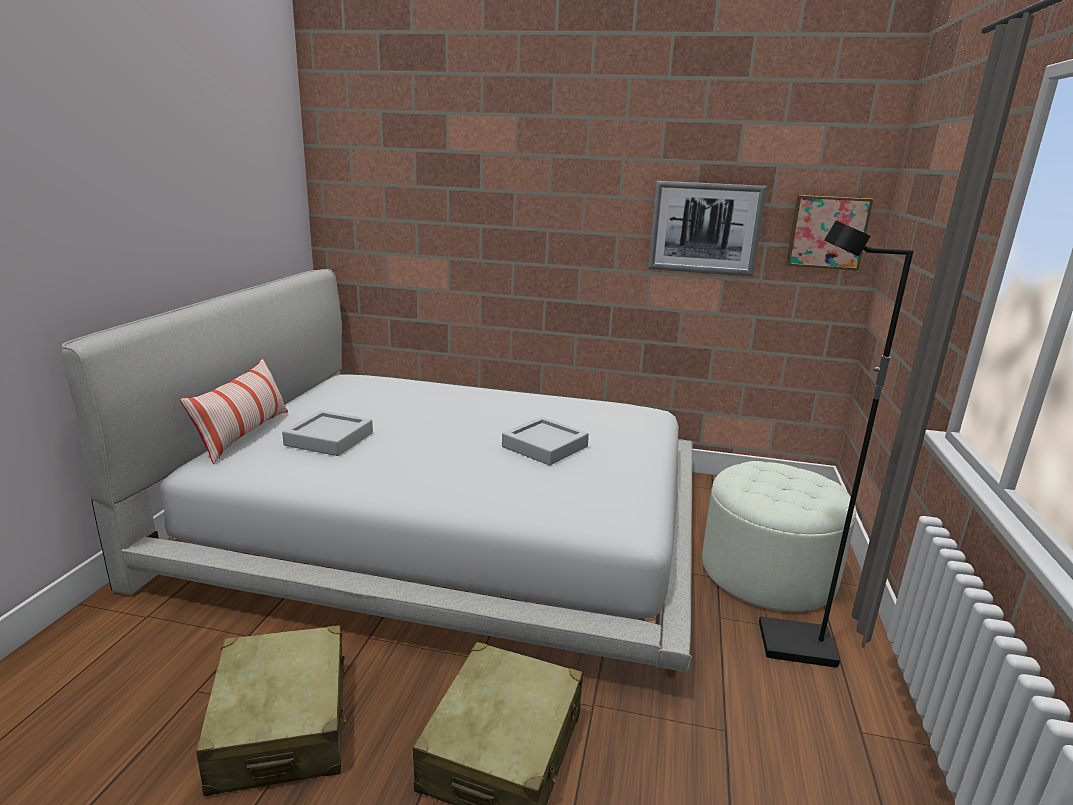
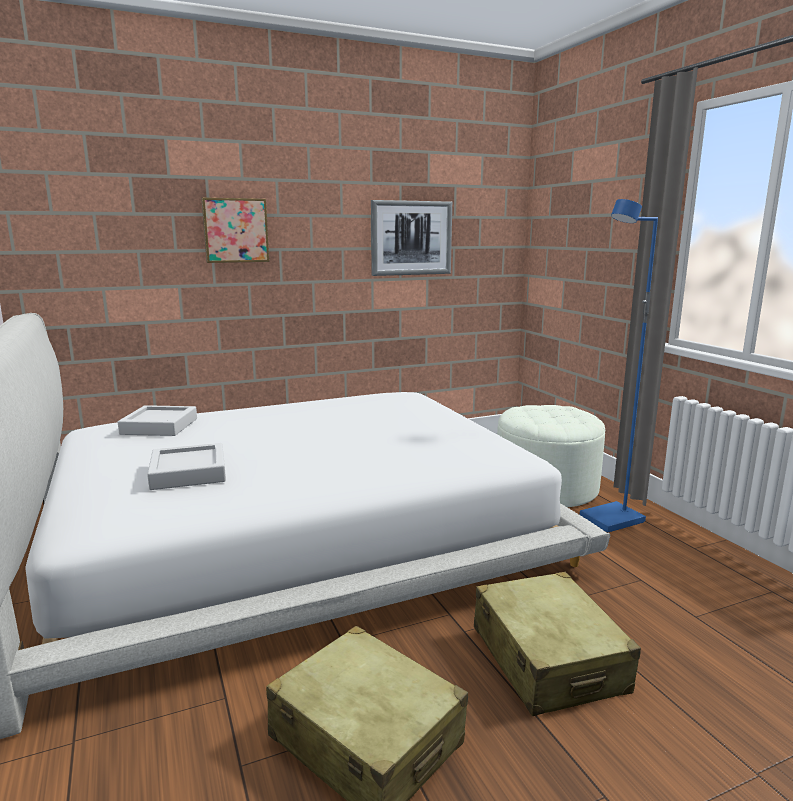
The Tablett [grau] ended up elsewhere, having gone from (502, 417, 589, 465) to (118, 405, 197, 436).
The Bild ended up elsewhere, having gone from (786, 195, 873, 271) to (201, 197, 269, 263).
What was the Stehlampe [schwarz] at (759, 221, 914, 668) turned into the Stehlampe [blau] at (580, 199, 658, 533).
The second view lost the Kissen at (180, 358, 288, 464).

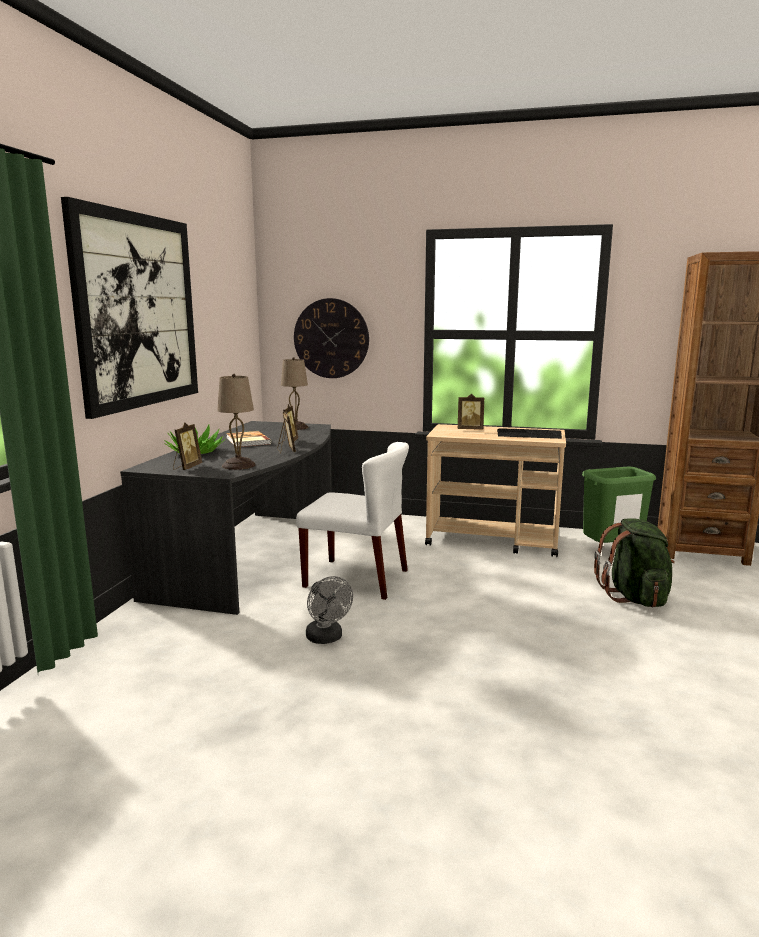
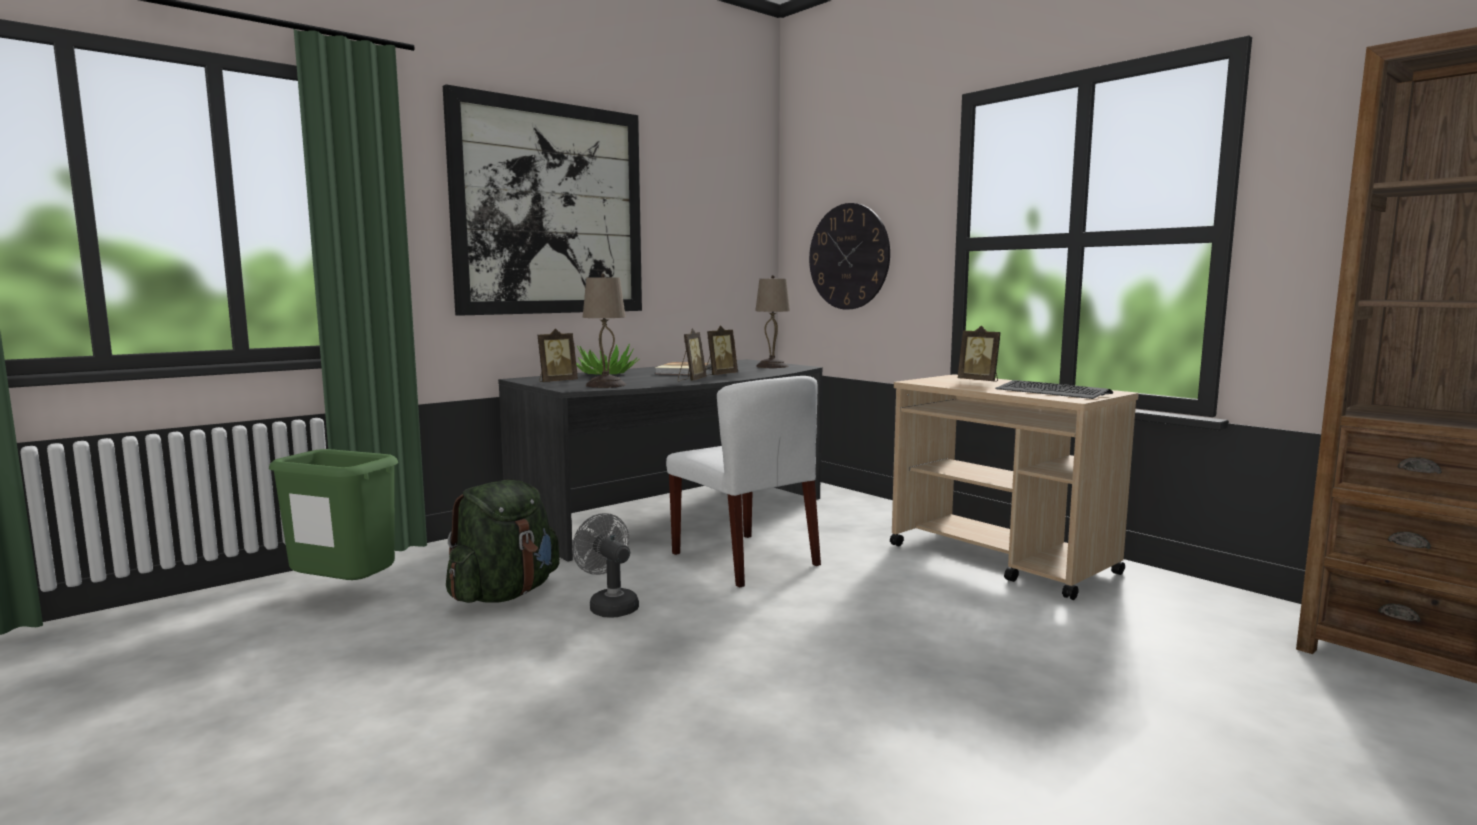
The Mülleimer [grün] ended up elsewhere, having gone from (582, 467, 656, 543) to (269, 449, 398, 580).
The Rucksack [grün] ended up elsewhere, having gone from (594, 518, 675, 607) to (446, 480, 560, 603).
The Ventilator [grau] at (306, 576, 353, 644) ended up facing another way, 135 degrees clockwise from before.

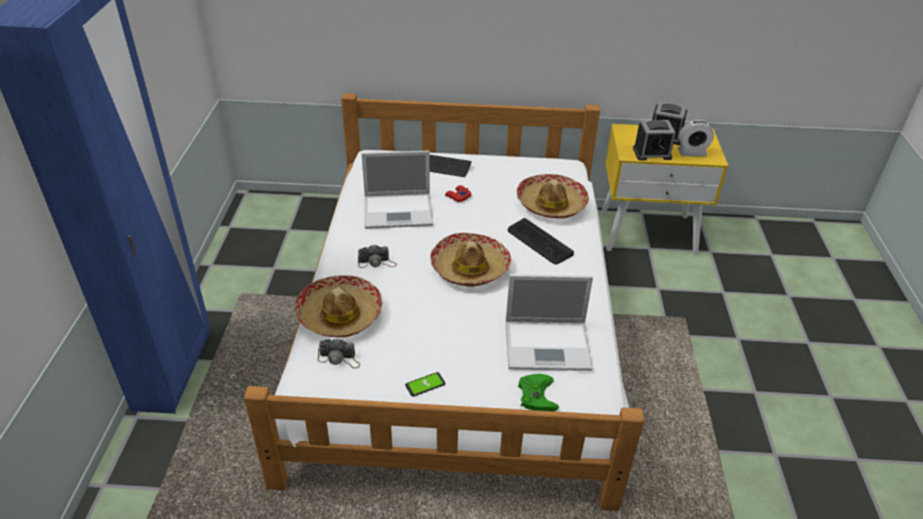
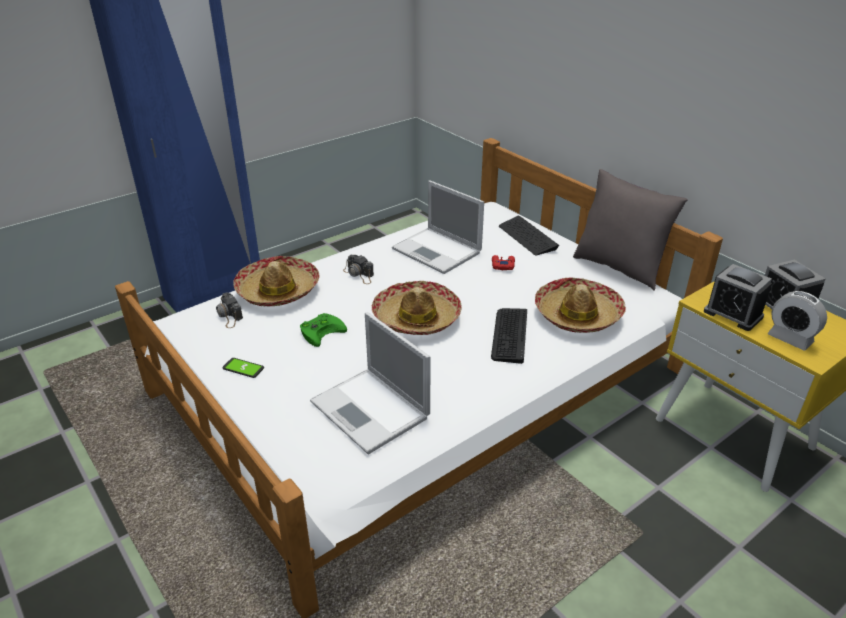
The Gamepad [grün] ended up elsewhere, having gone from (518, 374, 559, 411) to (300, 313, 347, 347).
The second view gained the Kissen [grau] at (573, 169, 688, 291).

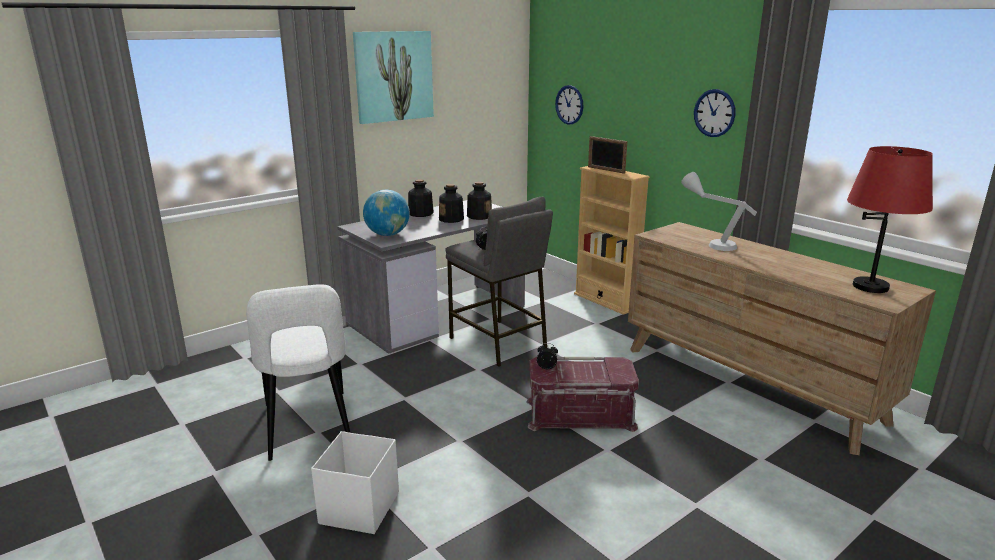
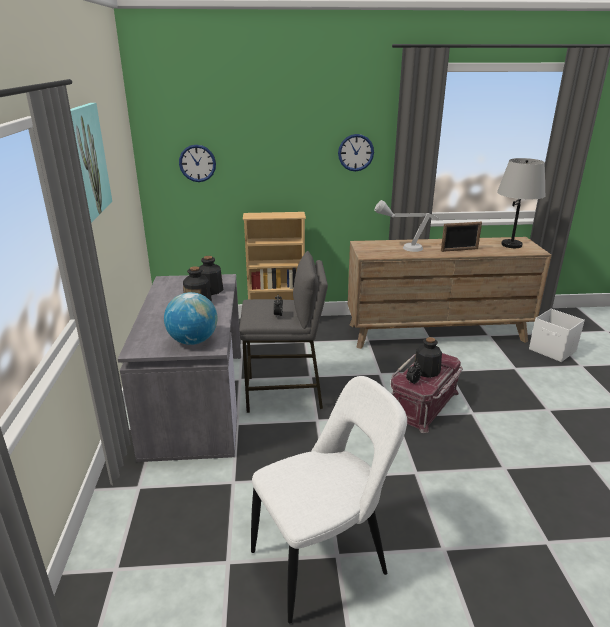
The Stuhl [weiß] at (246, 284, 350, 461) ended up facing another way, 45 degrees counterclockwise from before.
The Flasche ended up elsewhere, having gone from (408, 179, 434, 217) to (414, 337, 442, 378).
The Bilderrahmen ended up elsewhere, having gone from (588, 136, 627, 173) to (441, 222, 482, 252).
What was the Tischlampe [rot] at (847, 146, 933, 293) turned into the Tischlampe [grau] at (497, 158, 545, 248).
The Aufbewahrungsbox [weiß] ended up elsewhere, having gone from (311, 431, 399, 534) to (529, 309, 585, 362).

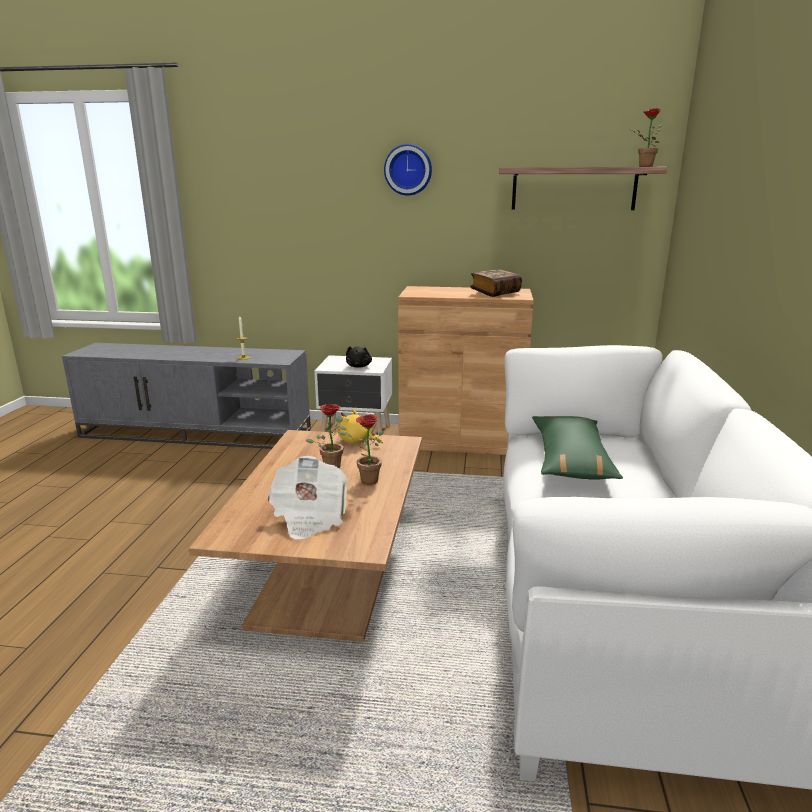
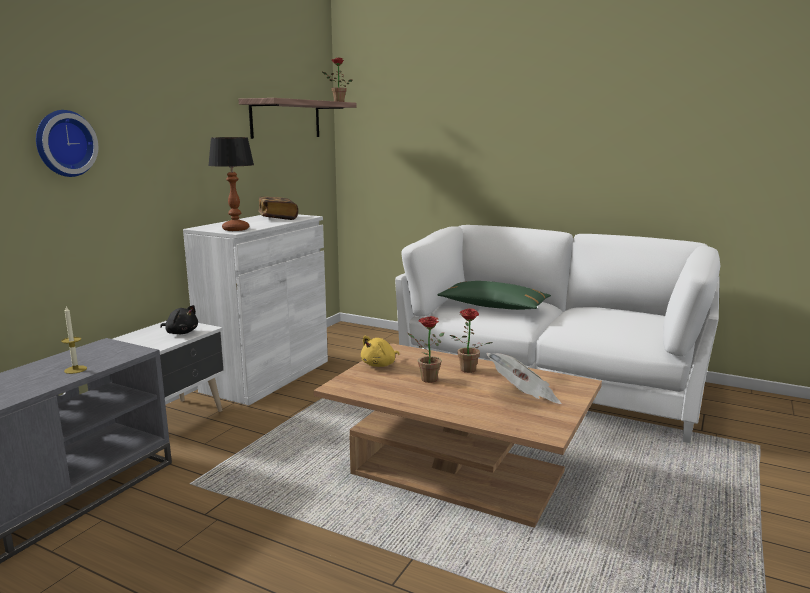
The Wanduhr ended up elsewhere, having gone from (384, 144, 432, 196) to (36, 110, 98, 177).
What was the Schrank [braun] at (398, 286, 534, 455) turned into the Schrank [weiß] at (183, 214, 328, 406).
The second view gained the Tischlampe at (208, 137, 254, 231).

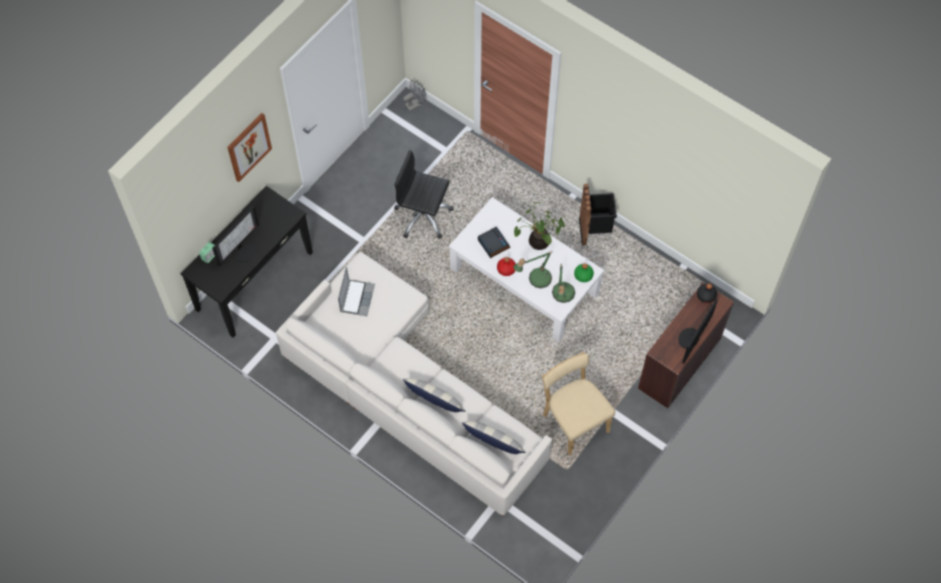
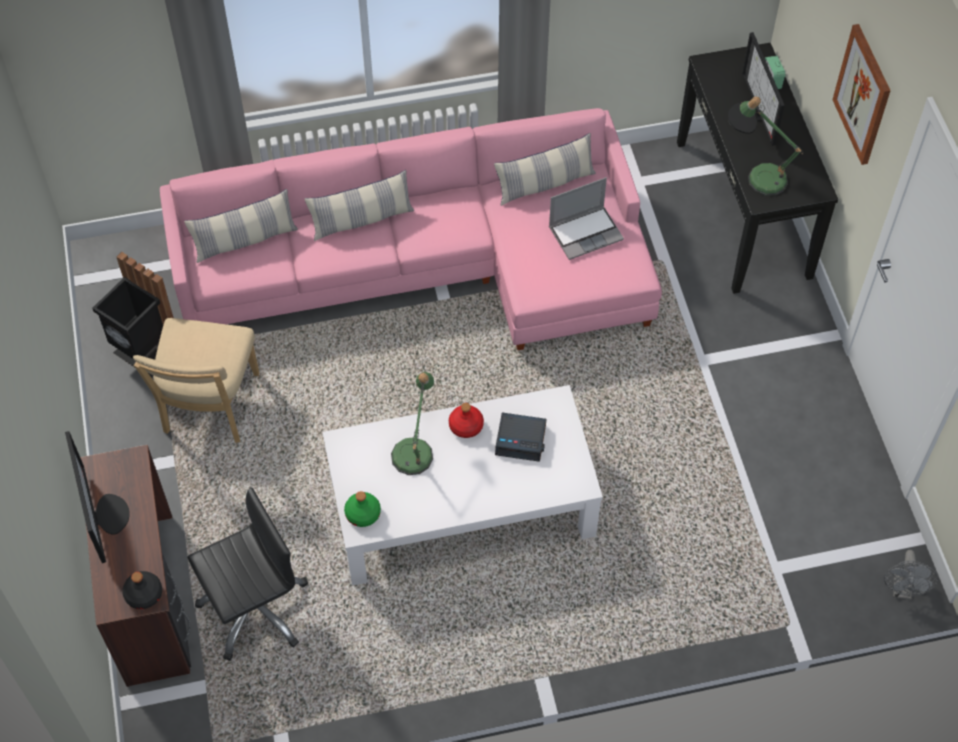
The Mülleimer [schwarz] ended up elsewhere, having gone from (579, 184, 617, 245) to (92, 252, 174, 378).
The Stuhl [beige] at (542, 352, 615, 455) ended up facing another way, 90 degrees clockwise from before.
What was the Sofa [weiß] at (276, 252, 552, 516) turned into the Sofa [rosa] at (160, 108, 662, 350).
The Bürostuhl [schwarz] ended up elsewhere, having gone from (394, 150, 453, 239) to (187, 487, 308, 661).
The second view gained the Kissen at (494, 133, 596, 206).
The Laptop at (338, 267, 375, 316) ended up facing another way, 75 degrees counterclockwise from before.
The Tischlampe ended up elsewhere, having gone from (552, 263, 575, 303) to (740, 96, 803, 196).
The second view lost the Topfpflanze at (514, 202, 565, 250).

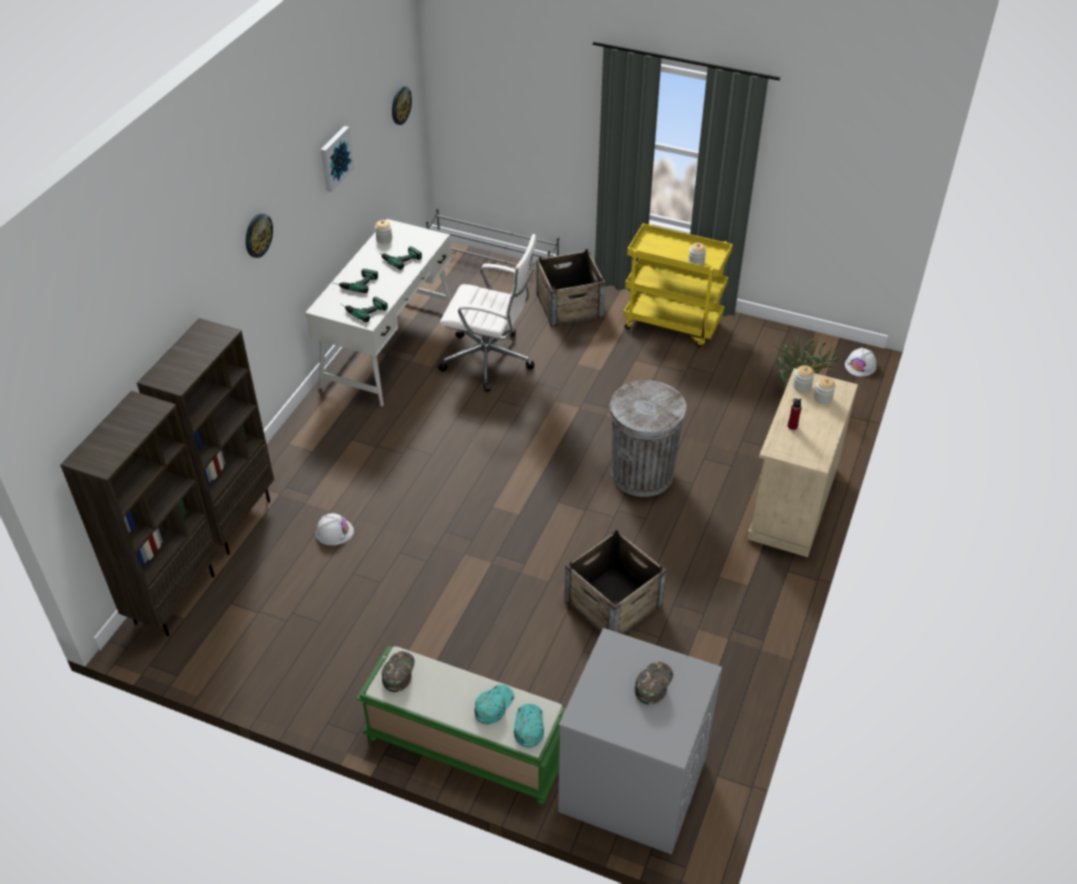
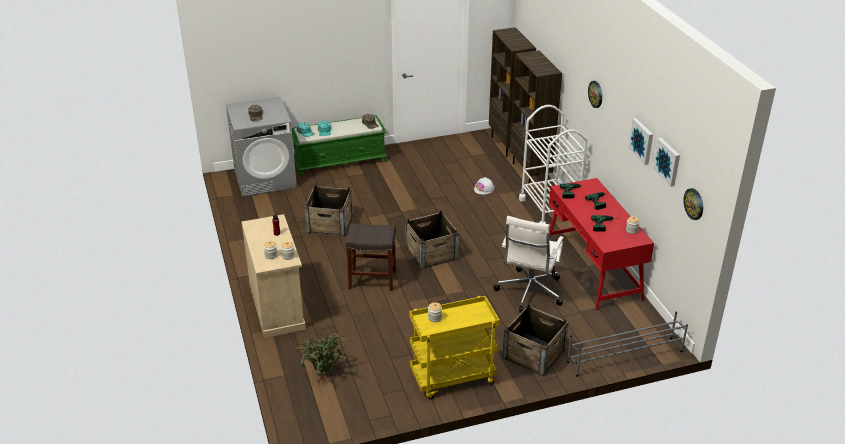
Where the Mülleimer [grau] stood at (609, 380, 687, 497), the Hocker [grau] came to stand at (345, 223, 396, 291).
The second view gained the Kiste at (405, 211, 459, 269).
The Bürostuhl [weiß] at (438, 234, 537, 392) ended up facing another way, 45 degrees counterclockwise from before.
The second view gained the Rollwagen [weiß] at (519, 105, 587, 224).
What was the Schreibtisch [weiß] at (305, 219, 452, 406) turned into the Schreibtisch [rot] at (549, 178, 654, 311).
The second view gained the Bild at (653, 138, 680, 187).
The second view lost the Schutzhelm [weiß] at (845, 347, 877, 377).

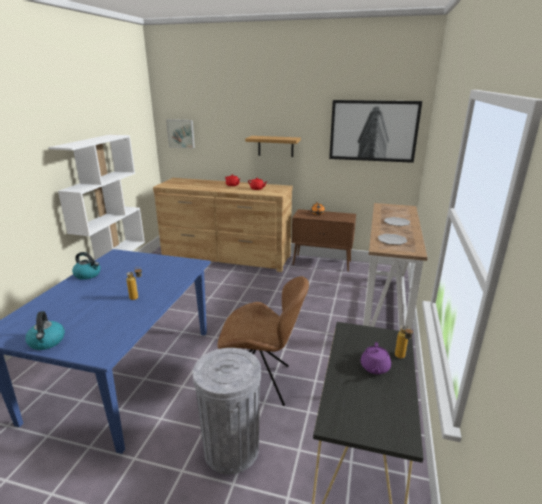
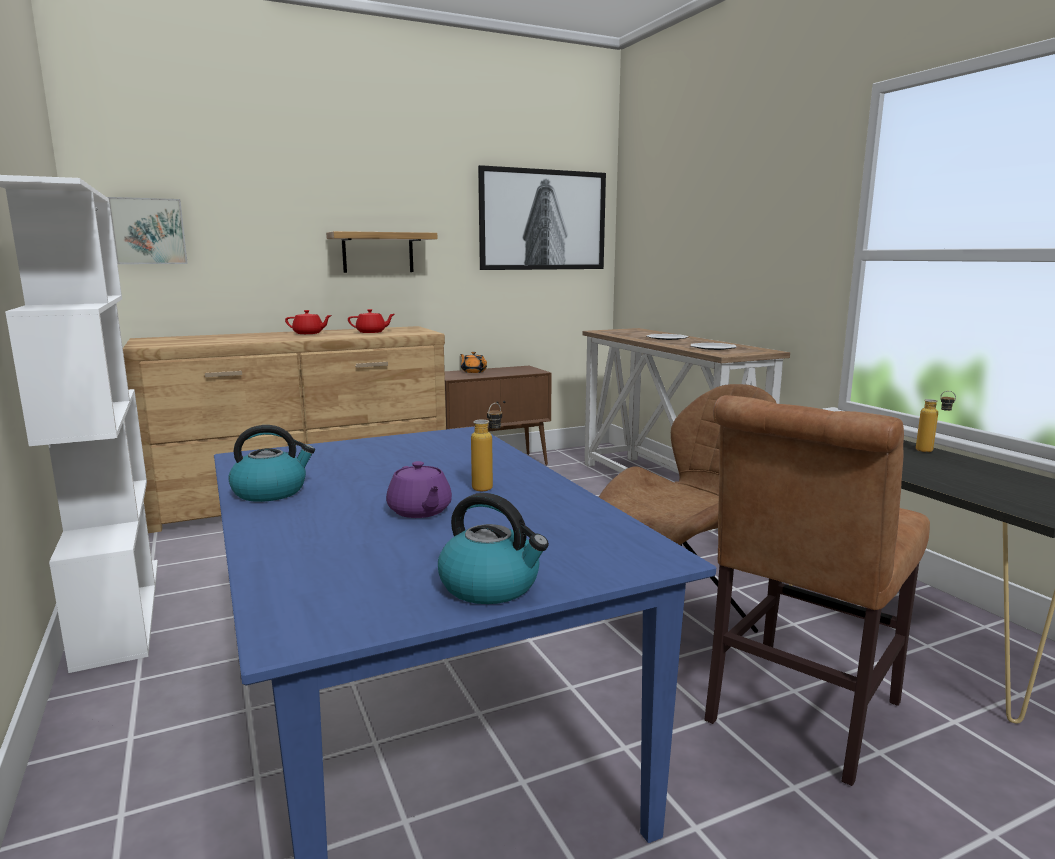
The Teekanne [lila] ended up elsewhere, having gone from (361, 342, 391, 374) to (386, 461, 452, 518).
Where the Mülleimer [grau] stood at (193, 348, 261, 475), the Stuhl [braun] came to stand at (704, 395, 930, 786).

